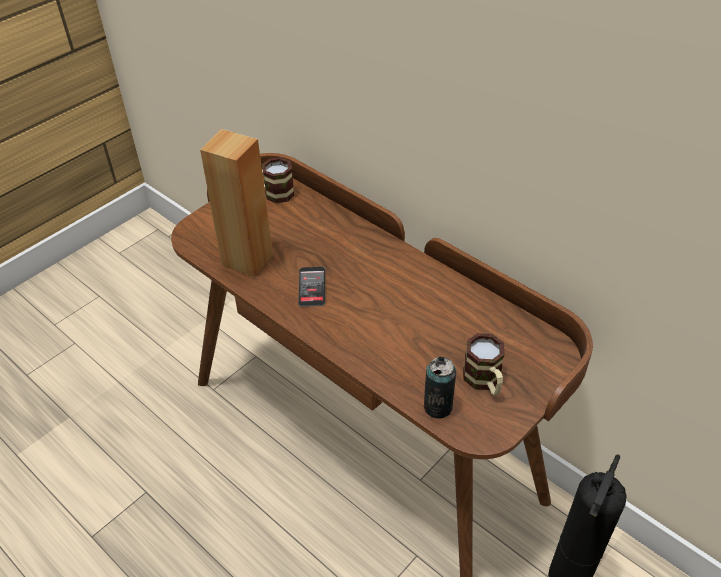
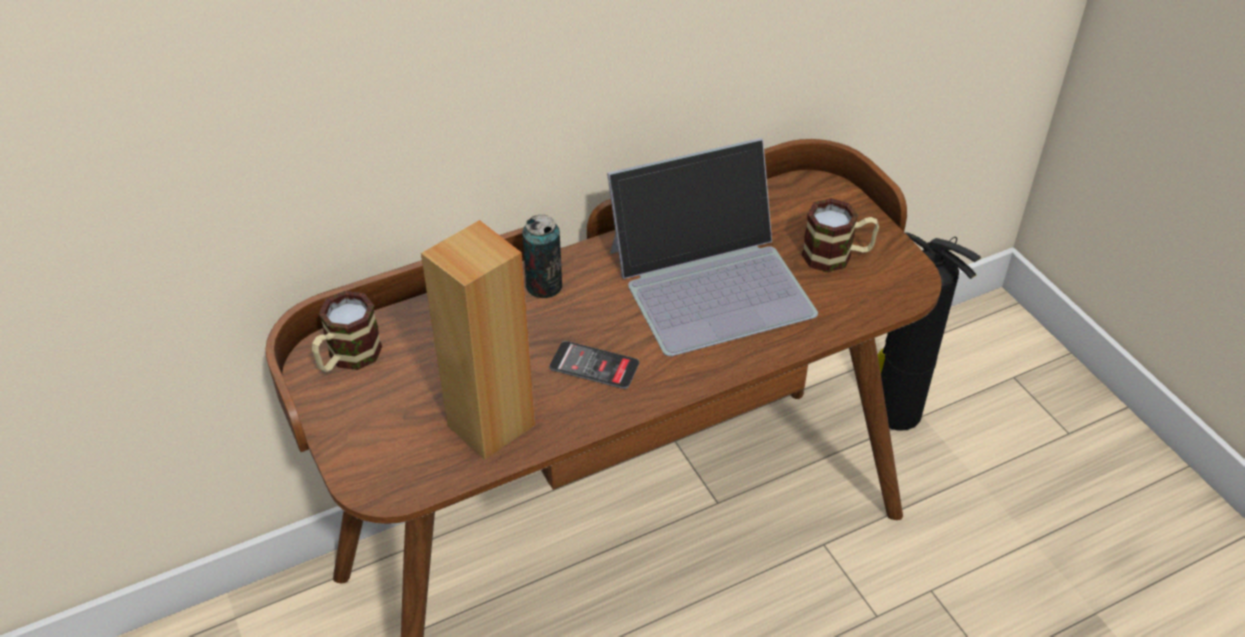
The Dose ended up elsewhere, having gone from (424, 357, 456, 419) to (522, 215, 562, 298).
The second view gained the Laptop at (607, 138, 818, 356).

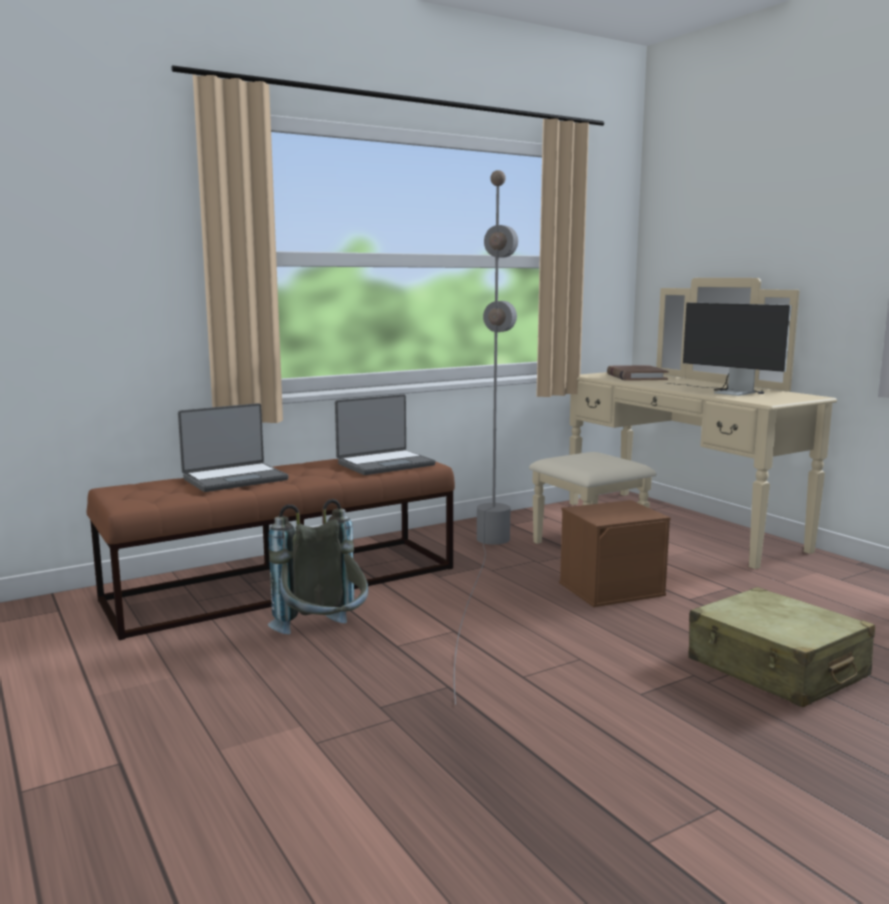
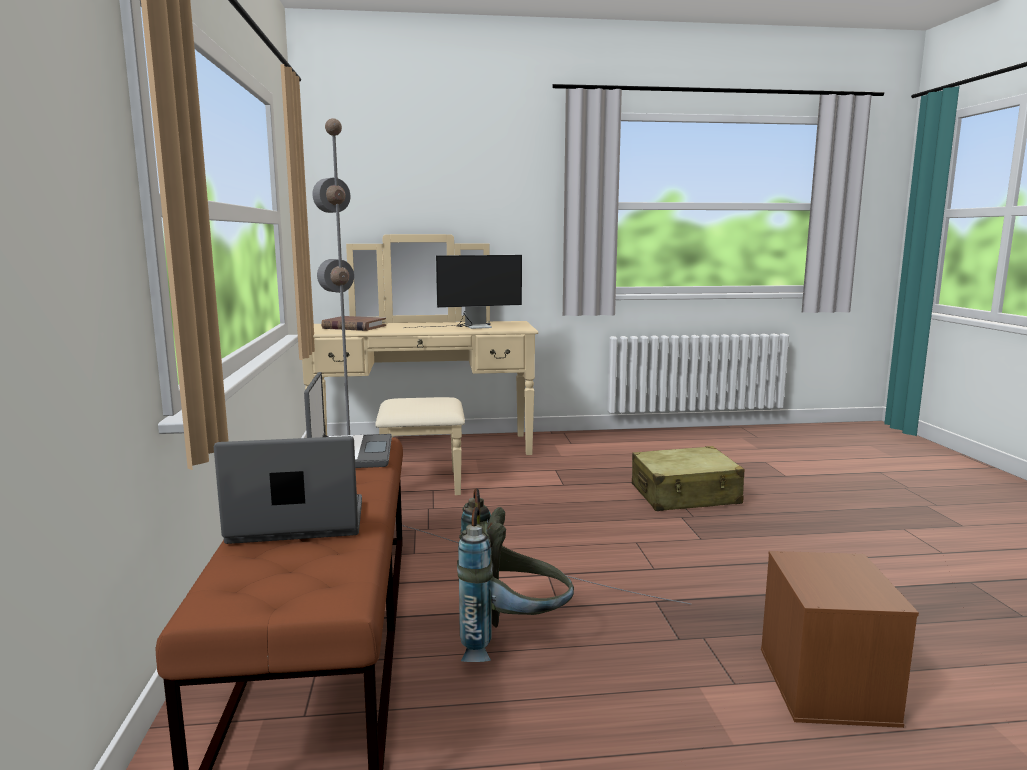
The Laptop at (178, 403, 288, 492) ended up facing another way, 90 degrees counterclockwise from before.
The Aufbewahrungsbox [braun] ended up elsewhere, having gone from (559, 500, 671, 607) to (761, 551, 919, 728).

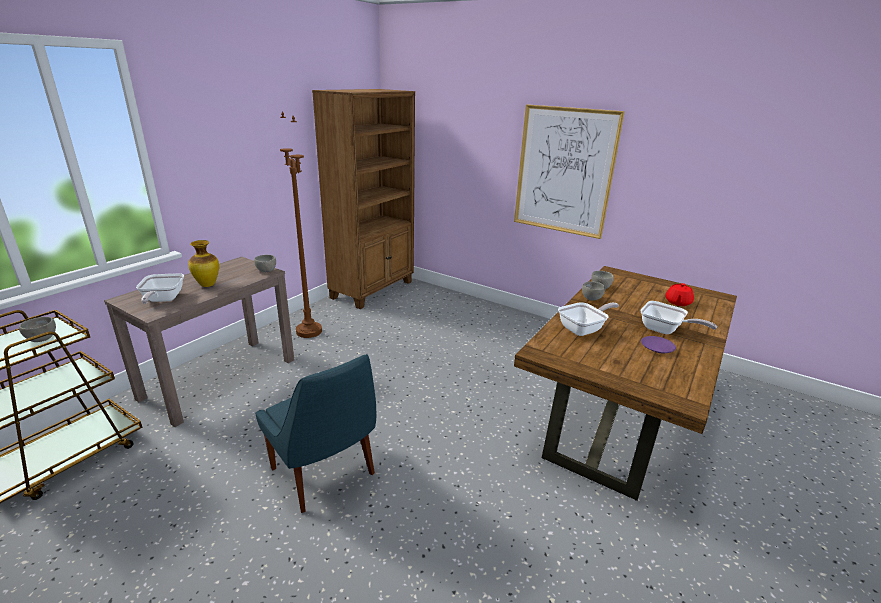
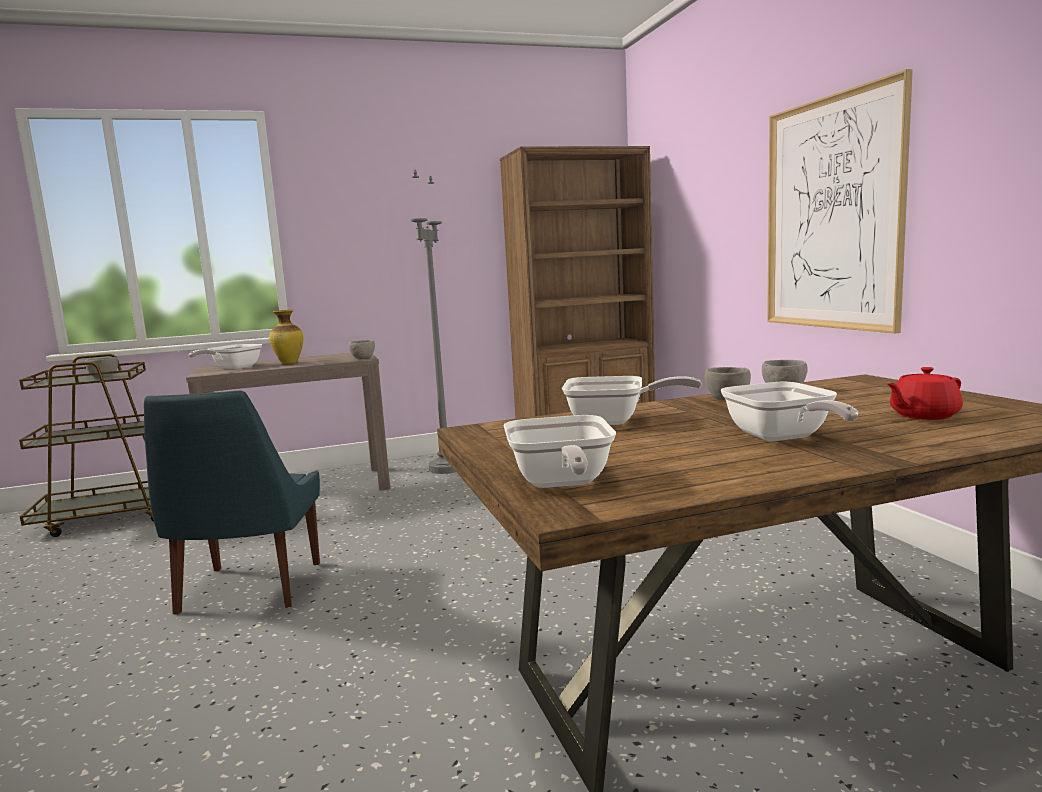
What was the Stehlampe [braun] at (280, 112, 322, 338) turned into the Stehlampe [grau] at (411, 170, 456, 474).
The second view gained the Pfanne at (504, 415, 616, 488).
The second view lost the Teller [lila] at (641, 336, 676, 353).

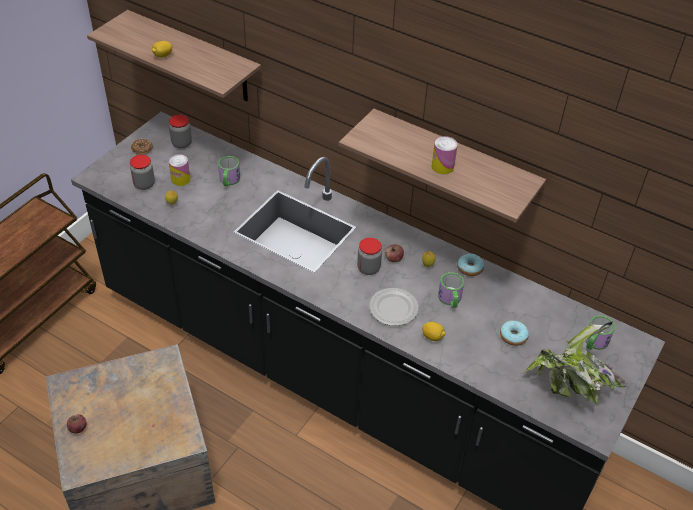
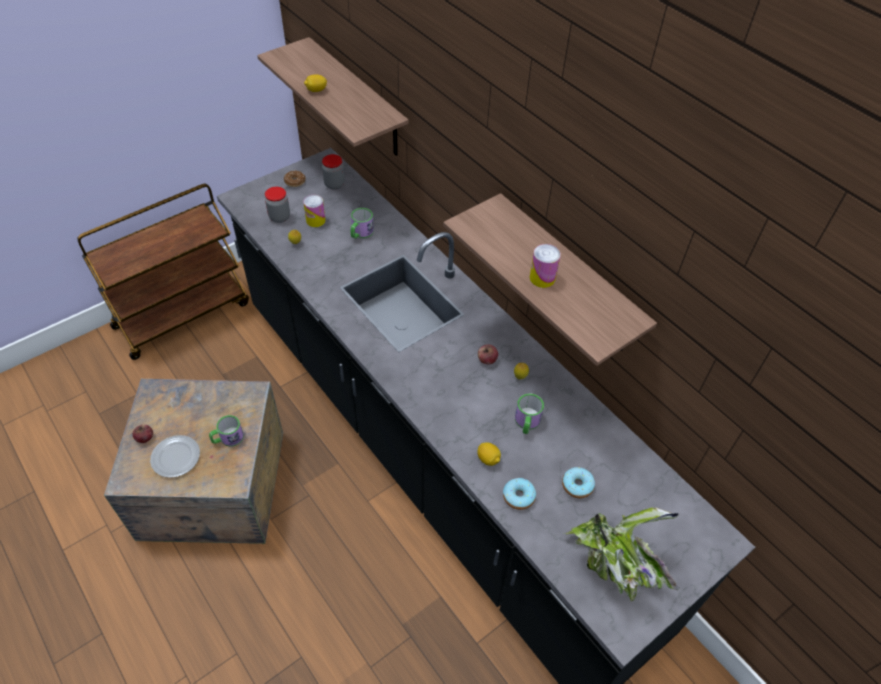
The Teller ended up elsewhere, having gone from (369, 288, 419, 326) to (150, 435, 200, 478).
The Henkelbecher ended up elsewhere, having gone from (585, 316, 615, 350) to (209, 415, 244, 447).
The Donut ended up elsewhere, having gone from (458, 254, 484, 276) to (503, 478, 536, 510).
The second view lost the Vorratsglas at (357, 238, 382, 275).

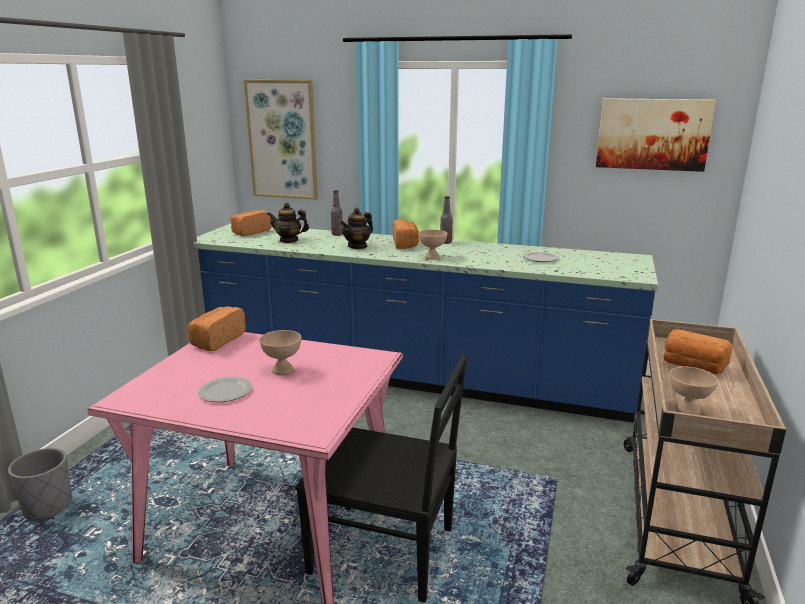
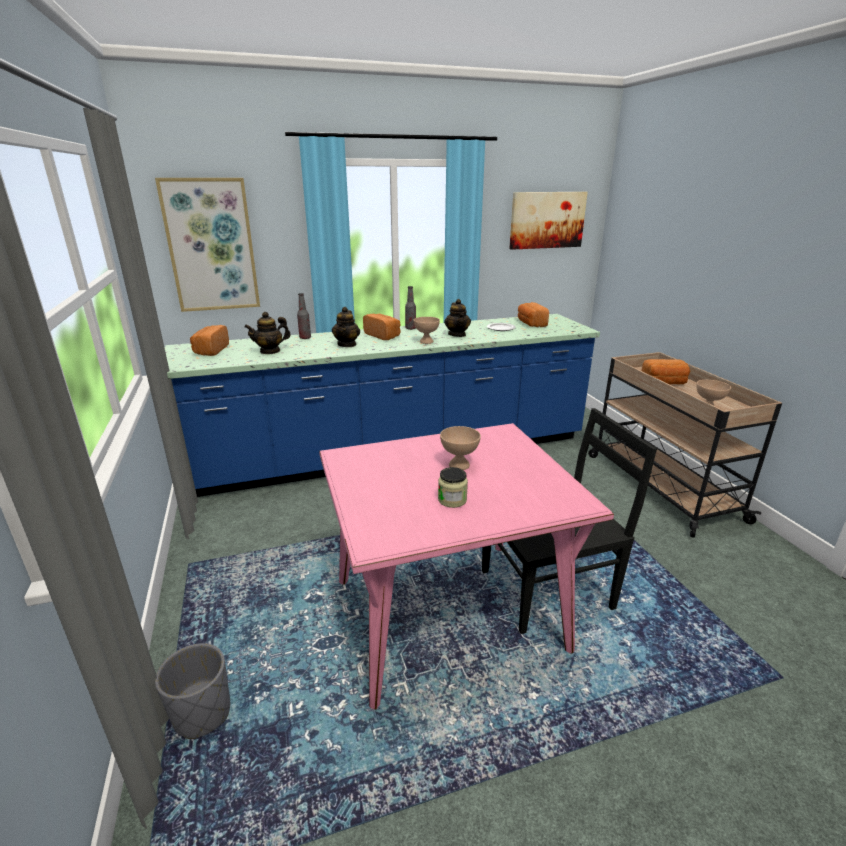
Where the Teller stood at (198, 377, 252, 402), the Vorratsglas came to stand at (438, 467, 468, 508).
The second view gained the Teekanne at (444, 299, 471, 337).
The Brot ended up elsewhere, having gone from (187, 306, 246, 351) to (518, 302, 549, 327).

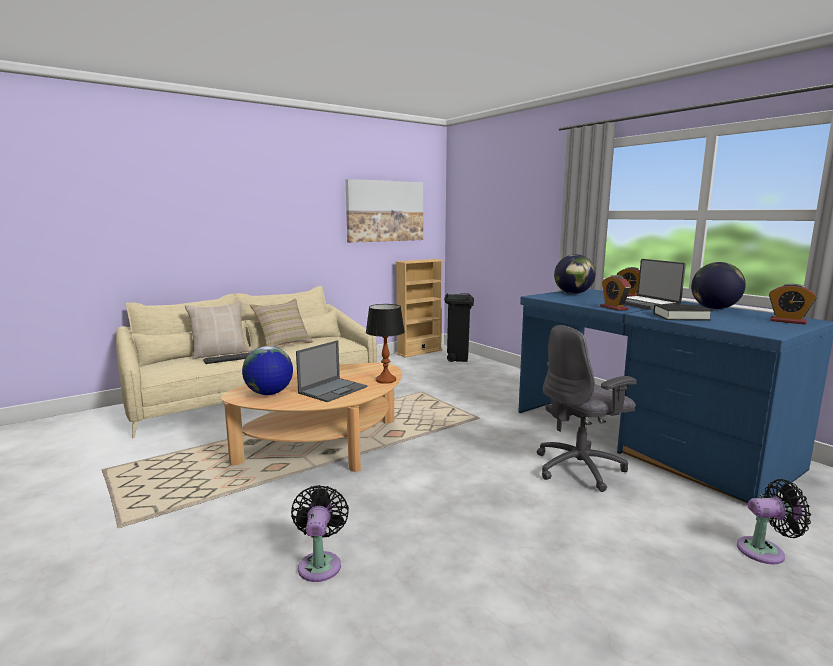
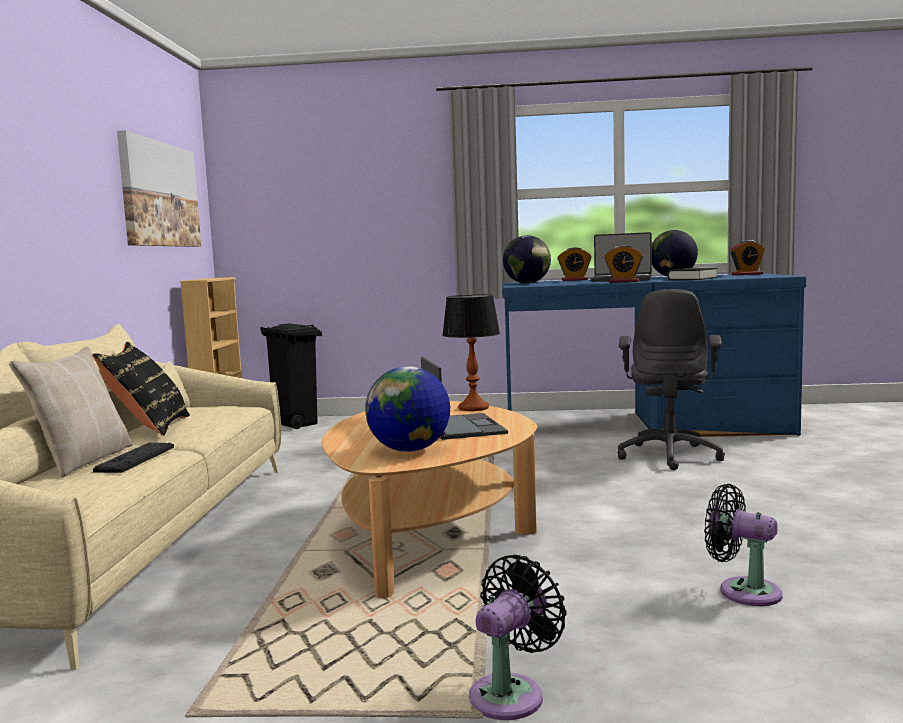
What was the Kissen [beige] at (250, 298, 313, 347) turned into the Kissen [schwarz] at (92, 342, 190, 436).
The Ventilator [schwarz] ended up elsewhere, having gone from (737, 479, 811, 564) to (469, 554, 567, 720).

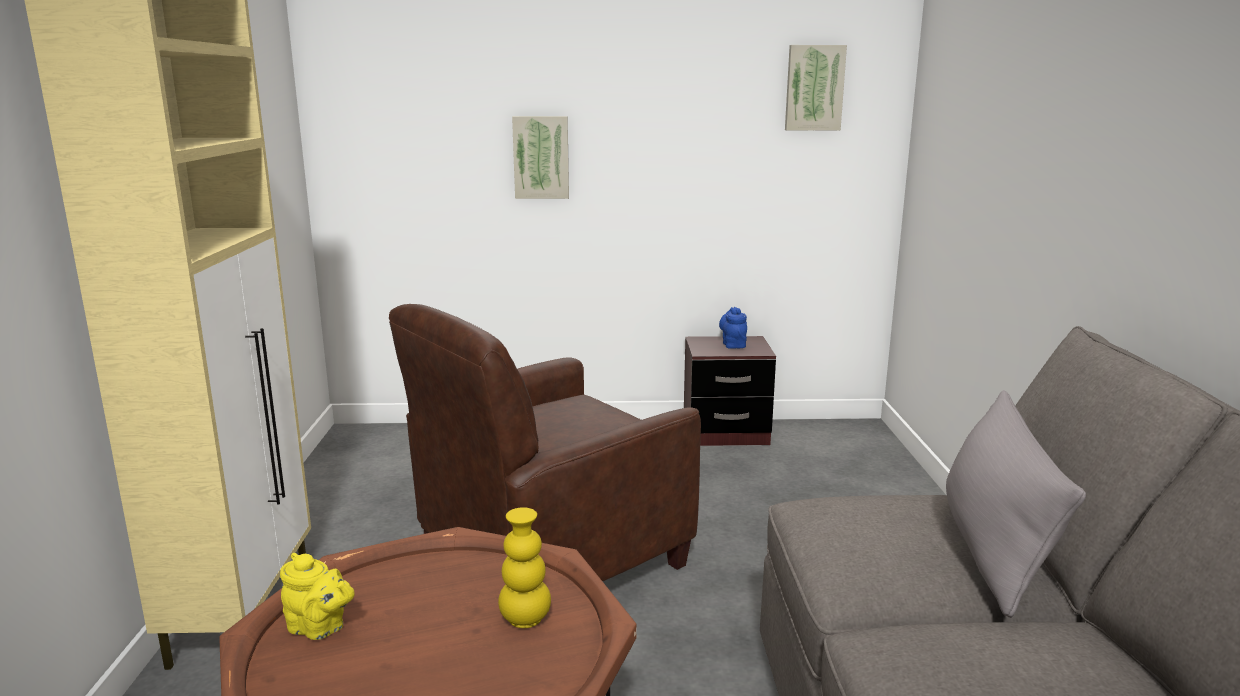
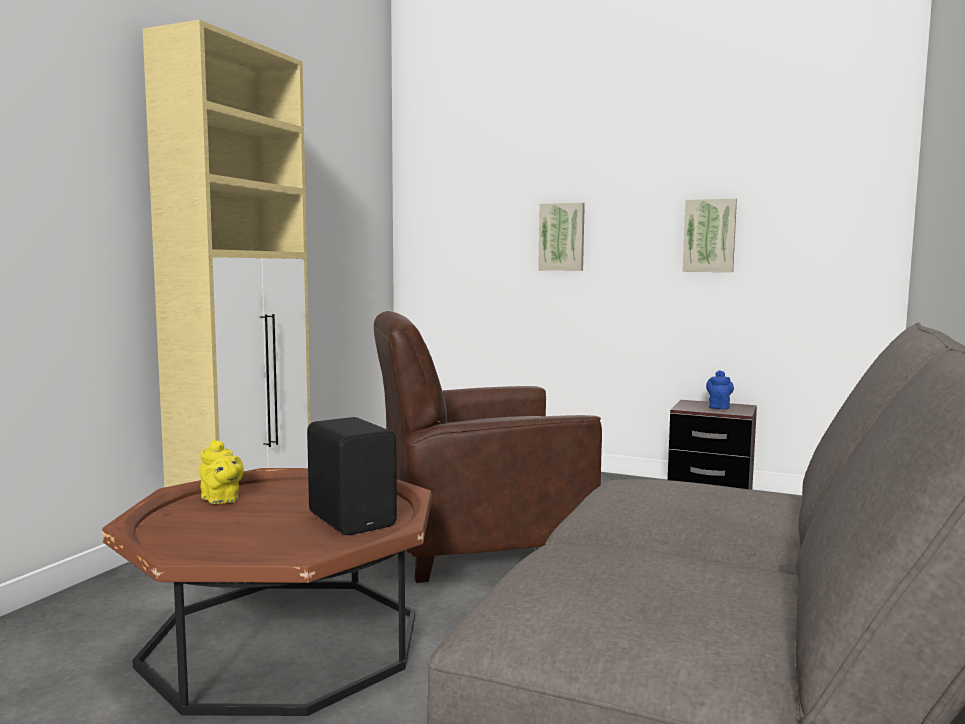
Where the Vase [gelb] stood at (498, 507, 551, 628), the Lautsprecher [schwarz] came to stand at (307, 417, 397, 535).
The Bild ended up elsewhere, having gone from (785, 45, 847, 130) to (683, 198, 737, 272).
The second view lost the Kissen [grau] at (946, 390, 1086, 618).

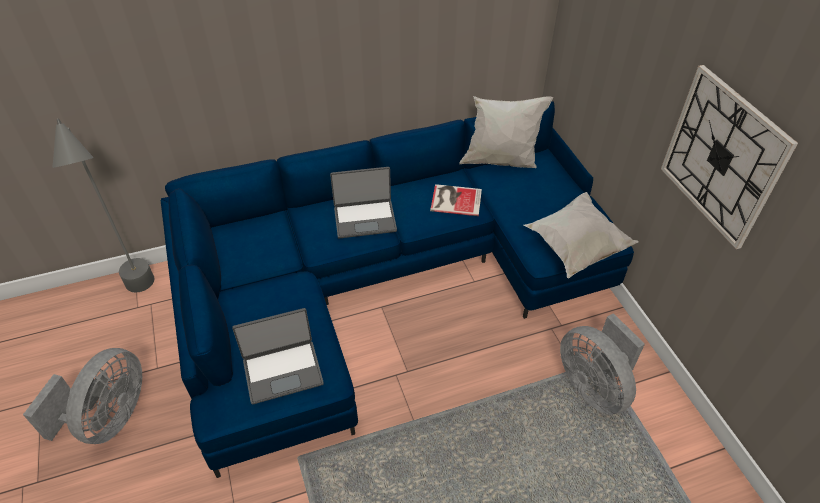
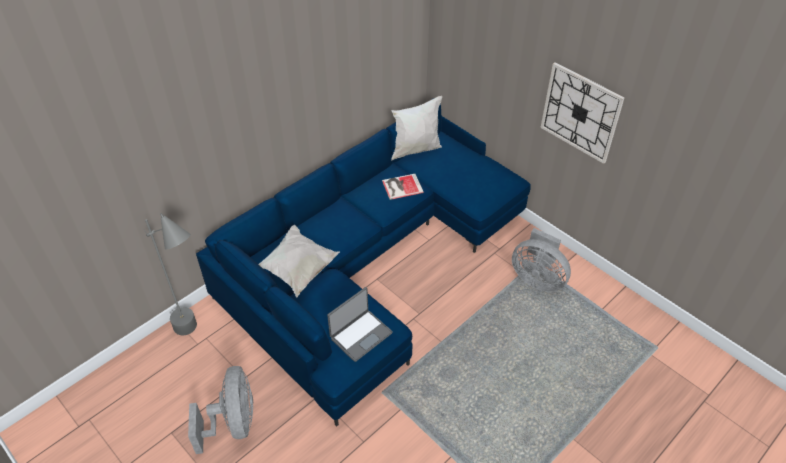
The Kissen [weiß] ended up elsewhere, having gone from (524, 192, 639, 279) to (259, 225, 340, 297).
The second view lost the Laptop at (330, 167, 397, 238).

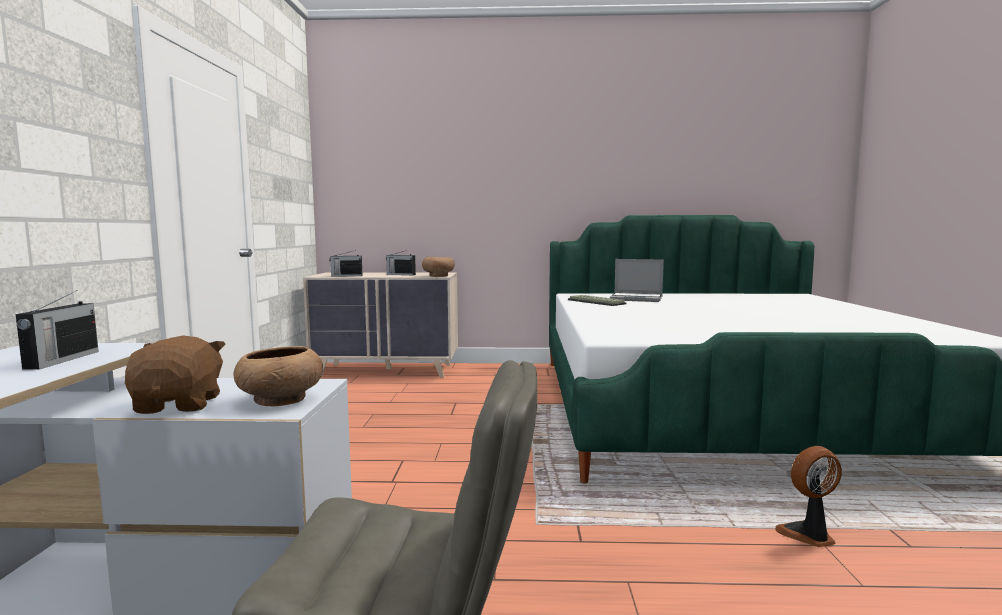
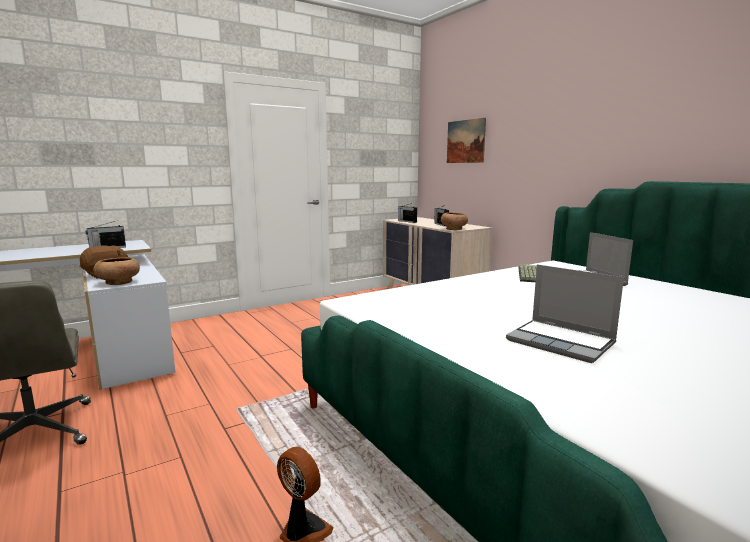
The second view gained the Bild at (447, 118, 486, 163).
The second view gained the Laptop at (506, 264, 624, 363).

